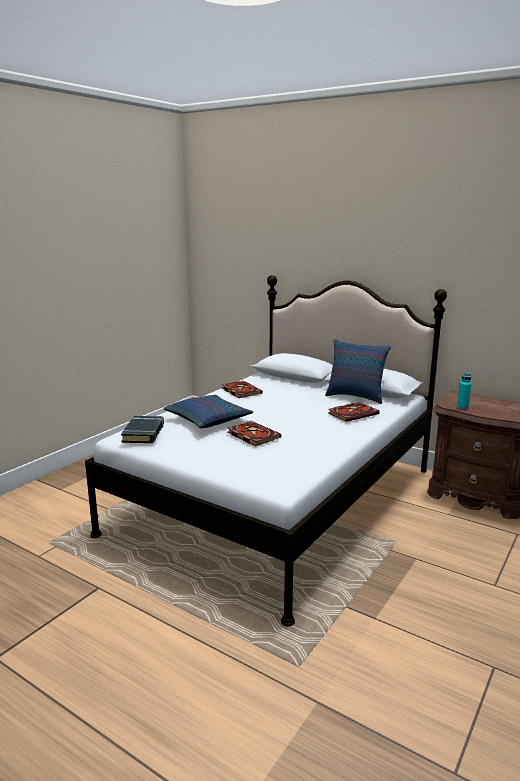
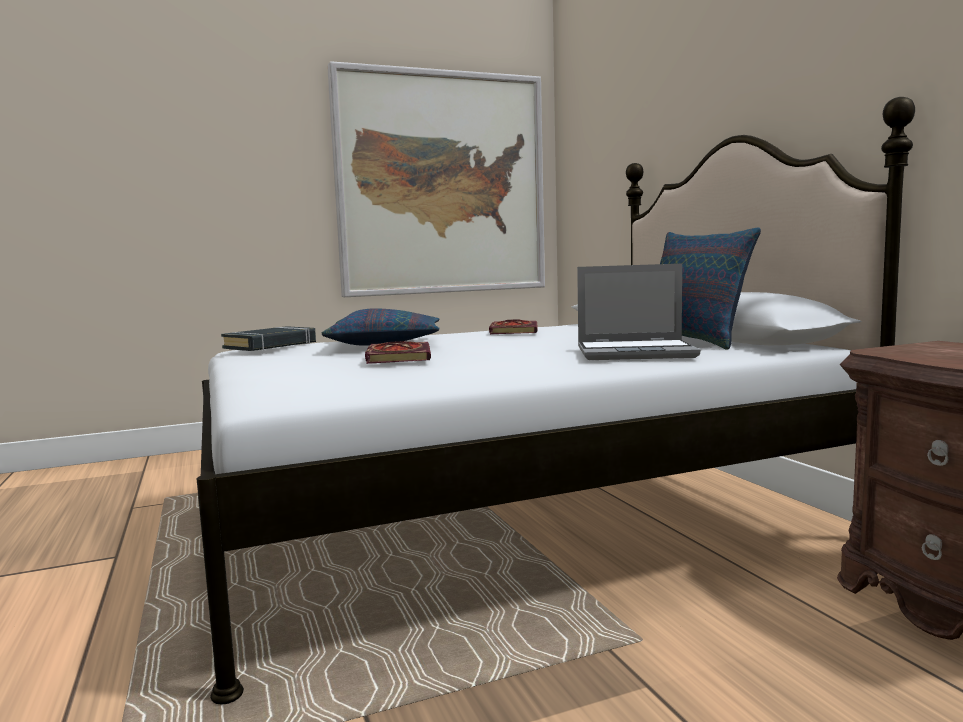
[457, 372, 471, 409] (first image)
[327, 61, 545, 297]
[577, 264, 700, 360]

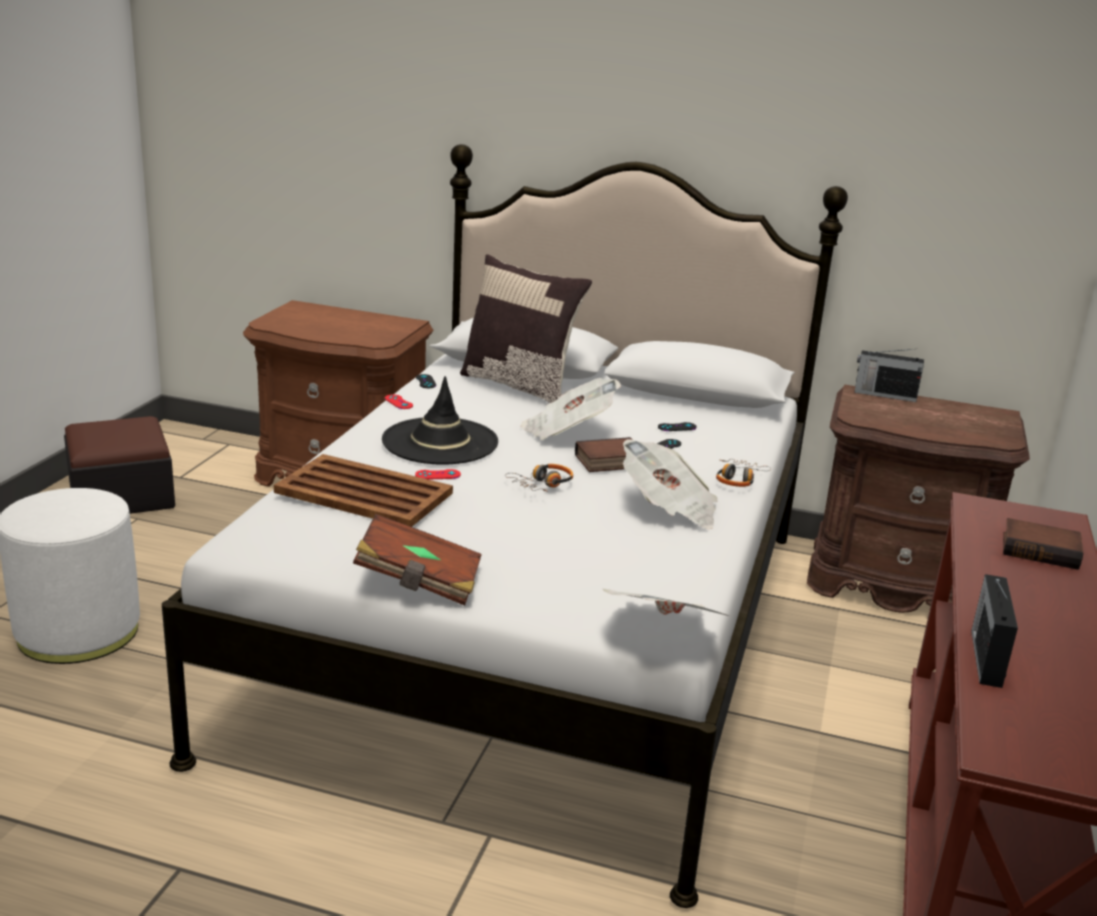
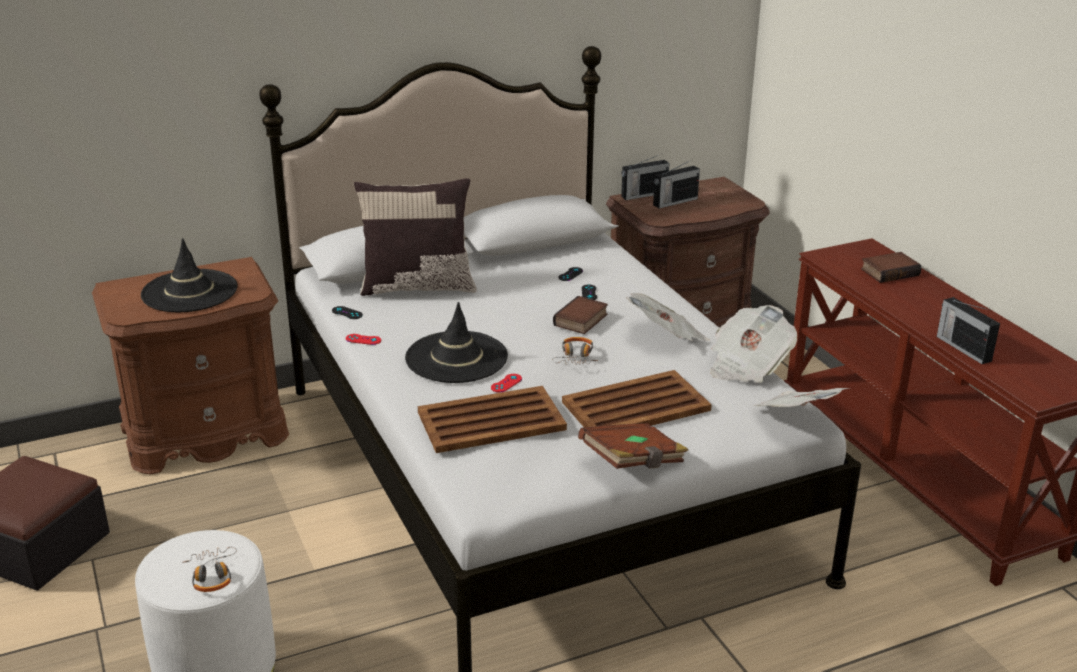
[141, 238, 238, 312]
[562, 370, 712, 427]
[653, 160, 700, 209]
[710, 305, 797, 383]
[182, 547, 237, 592]

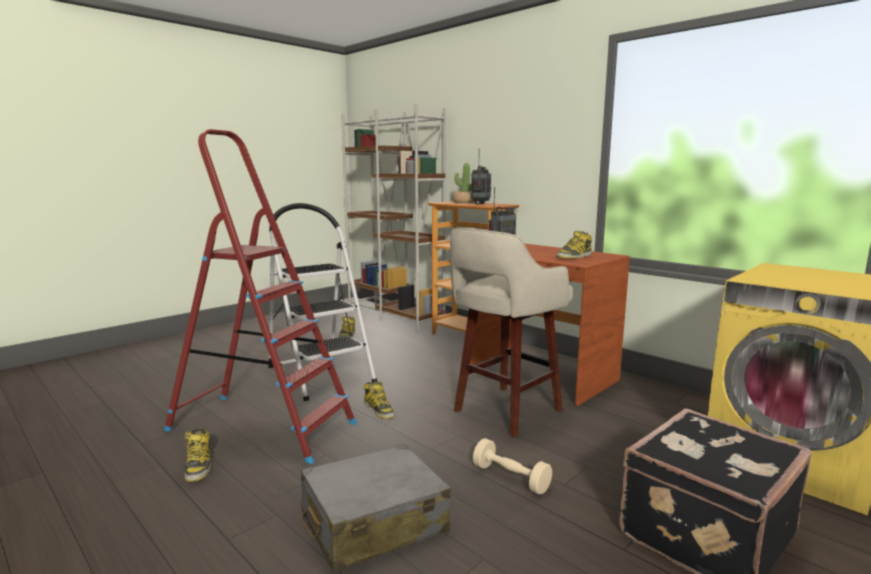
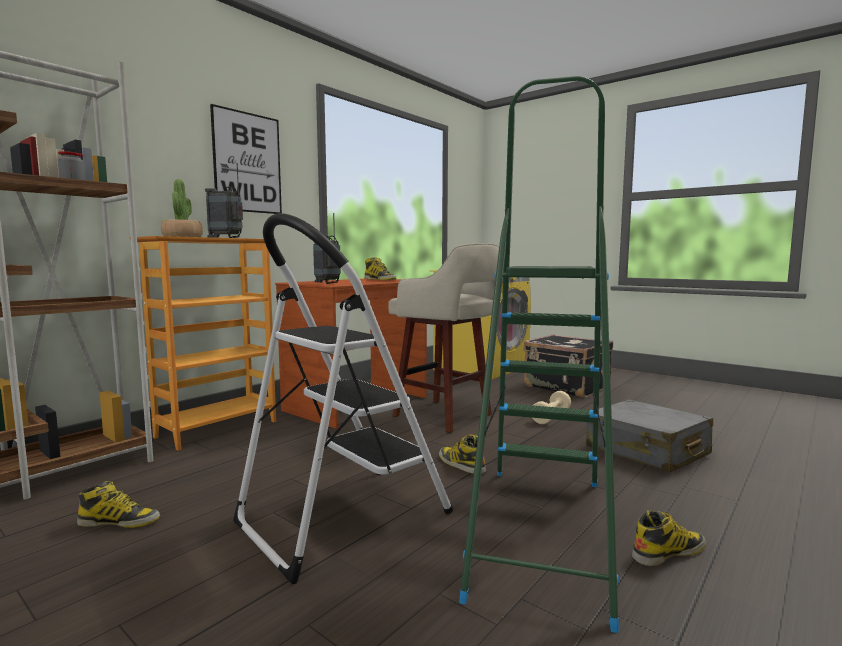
[210, 104, 282, 214]
[459, 76, 619, 633]
[439, 435, 486, 474]

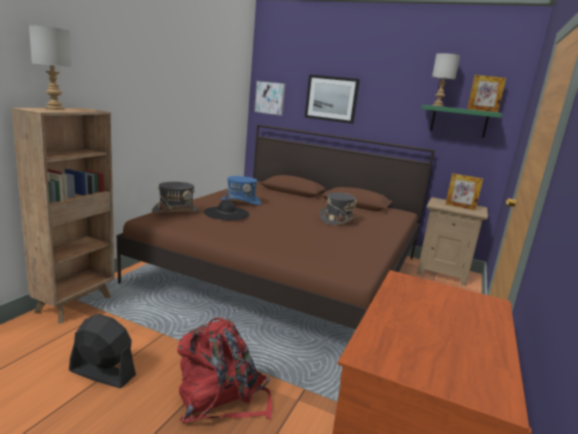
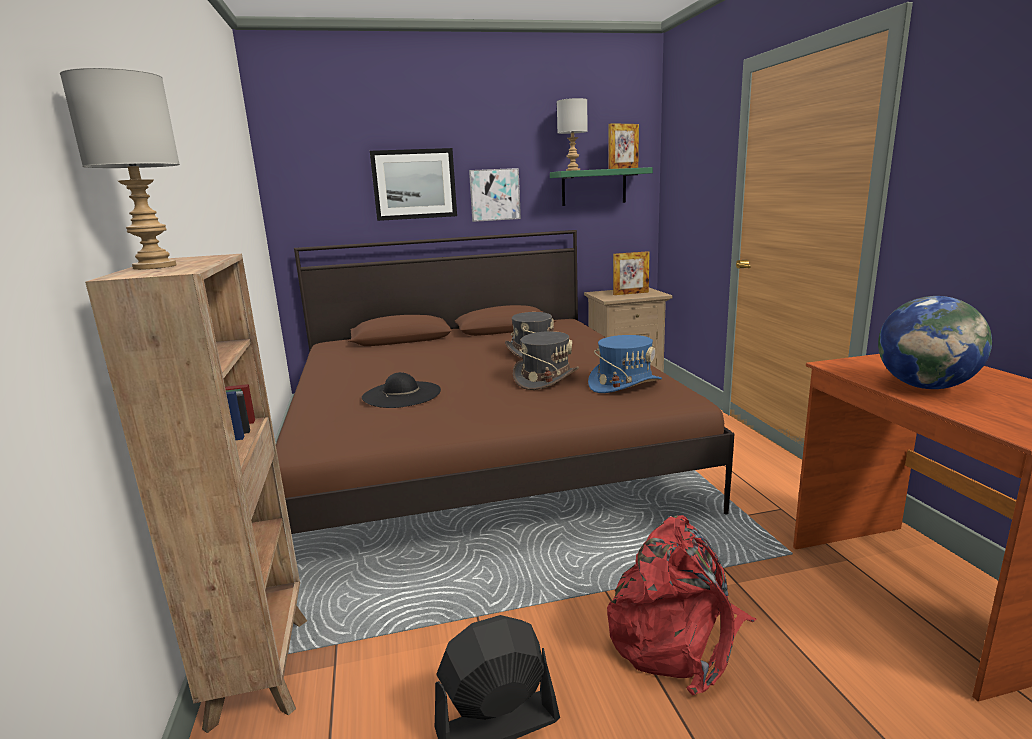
[878, 296, 992, 389]
[513, 331, 579, 390]
[588, 335, 662, 393]
[469, 168, 521, 222]

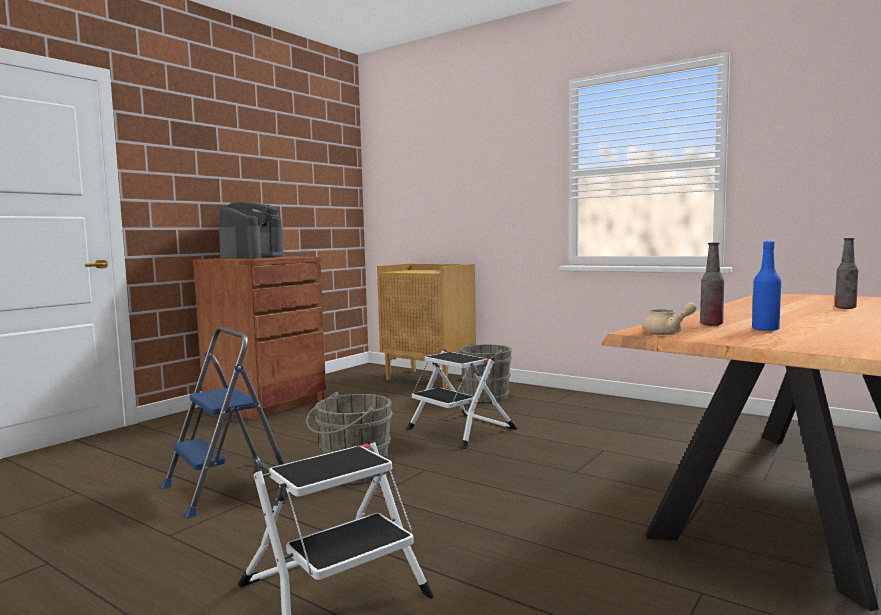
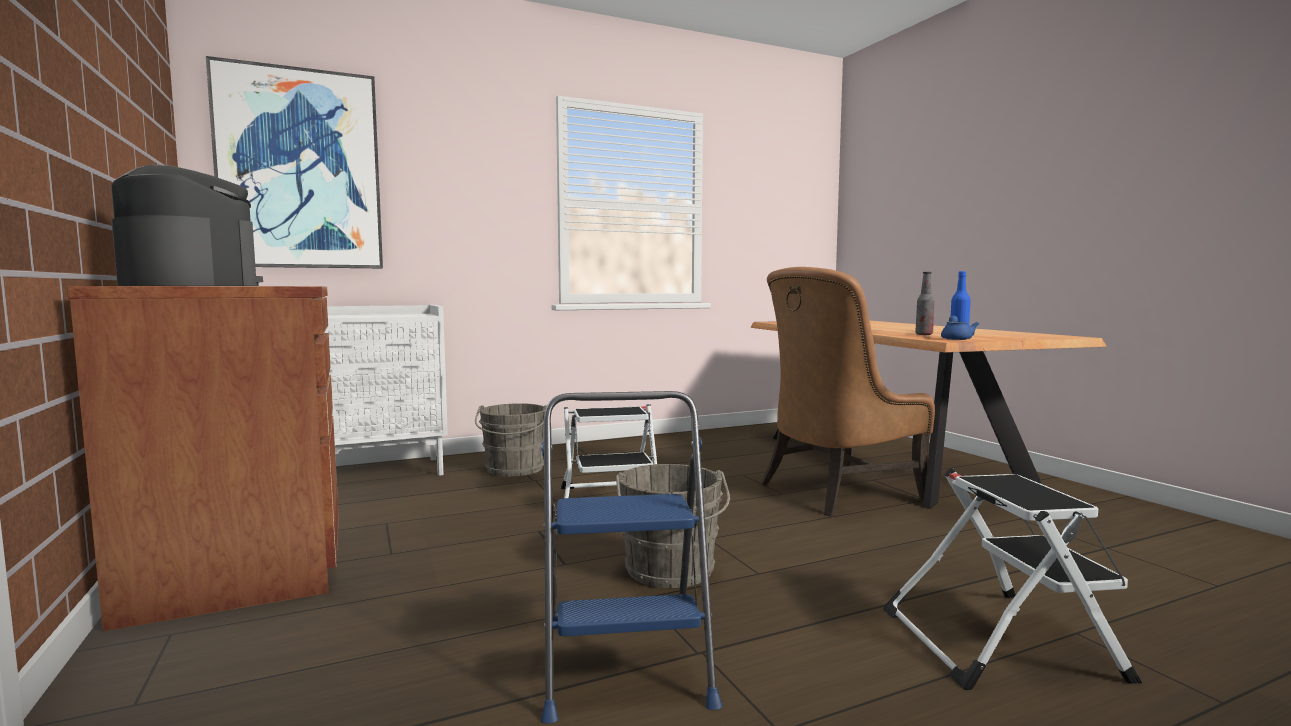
[835, 238, 858, 309] (first image)
[206, 56, 383, 268]
[761, 267, 935, 516]
[324, 305, 448, 476]
[941, 316, 979, 340]

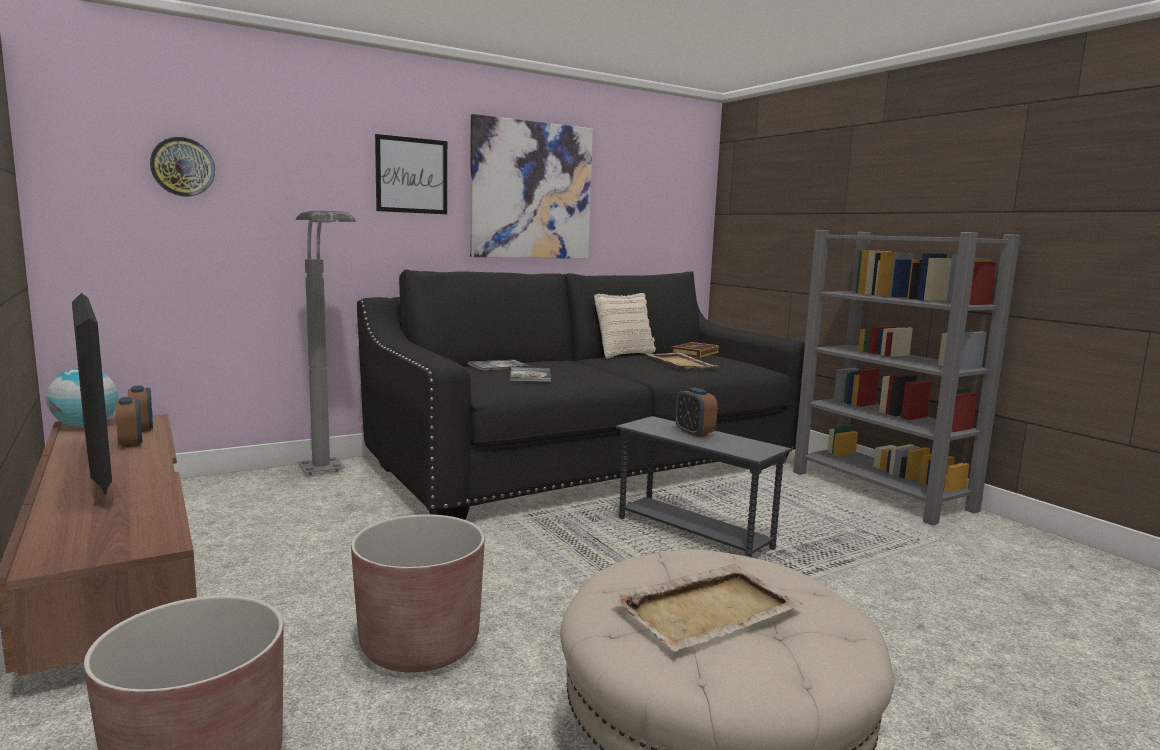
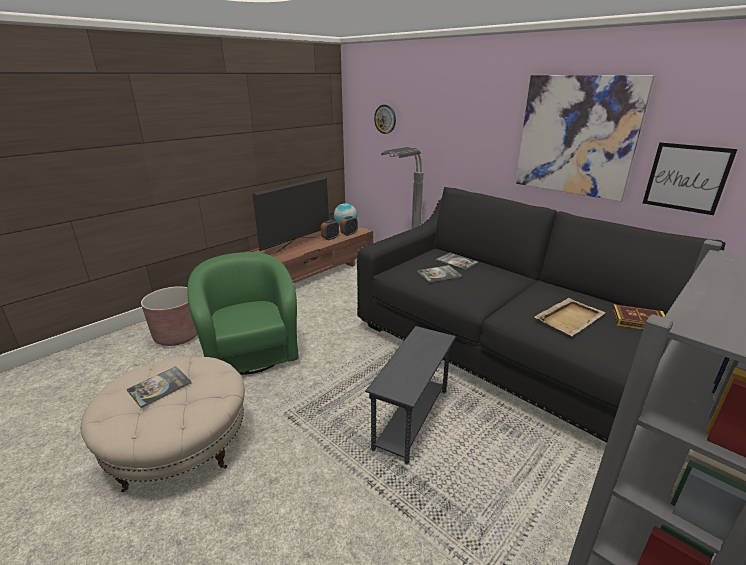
[594, 293, 656, 358] (first image)
[675, 387, 717, 437] (first image)
[643, 142, 738, 215]
[187, 252, 299, 375]
[127, 366, 191, 408]

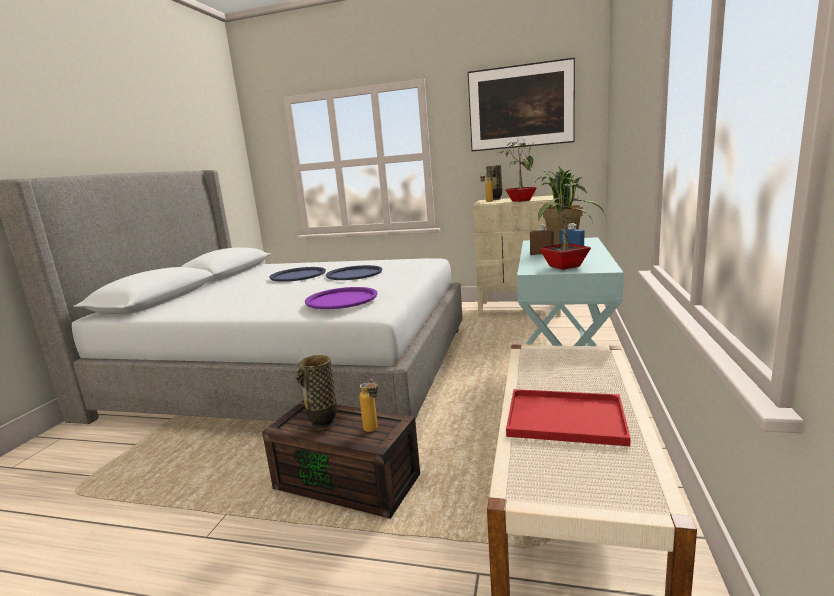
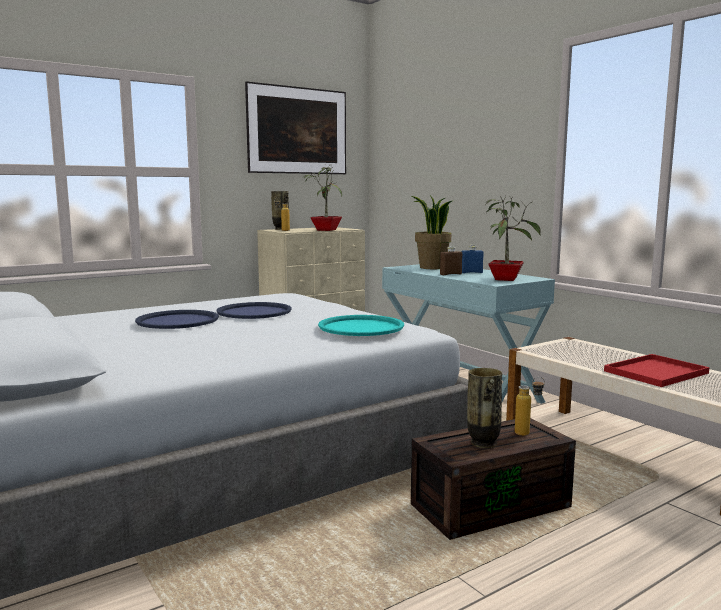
[318, 315, 404, 336]

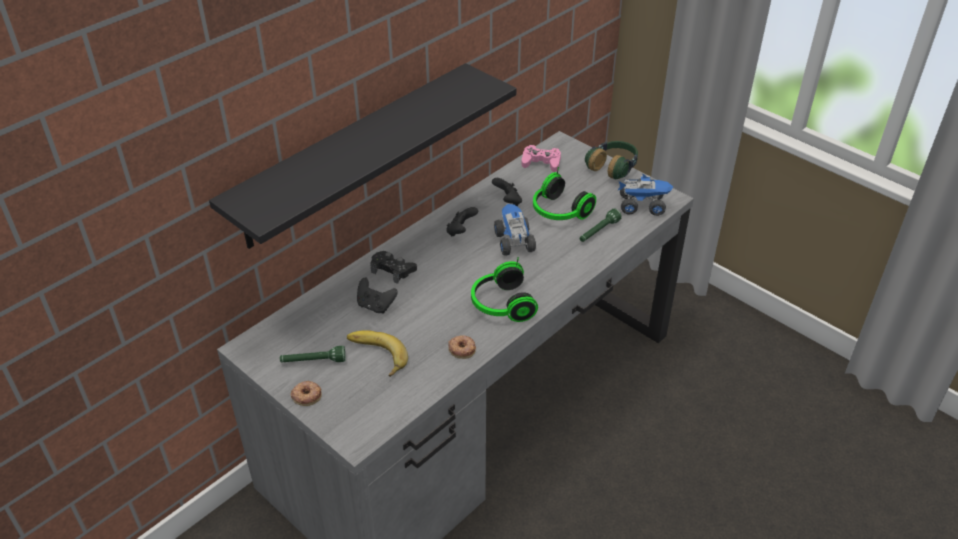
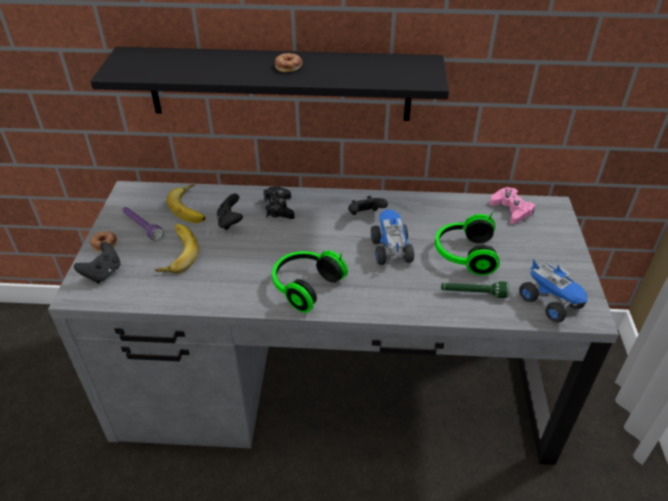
[585, 141, 638, 179] (first image)
[166, 184, 206, 223]
[275, 53, 302, 72]
[74, 242, 120, 284]
[122, 207, 164, 241]
[371, 209, 414, 265]

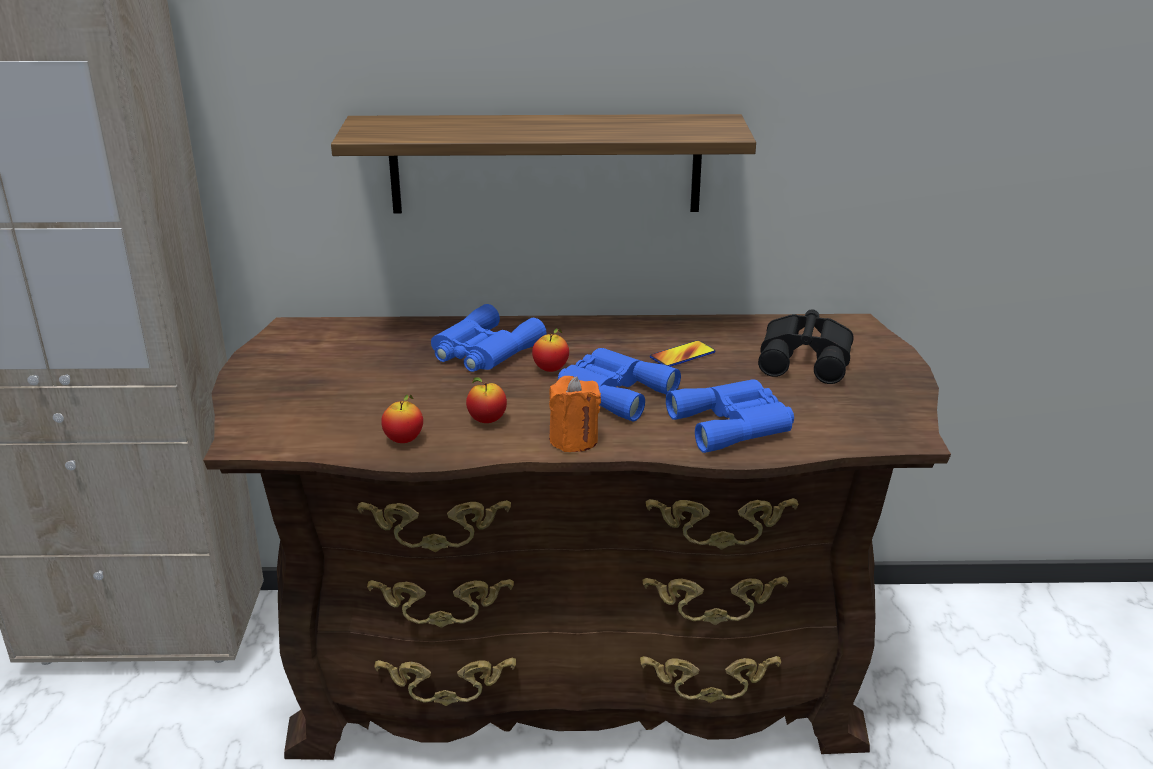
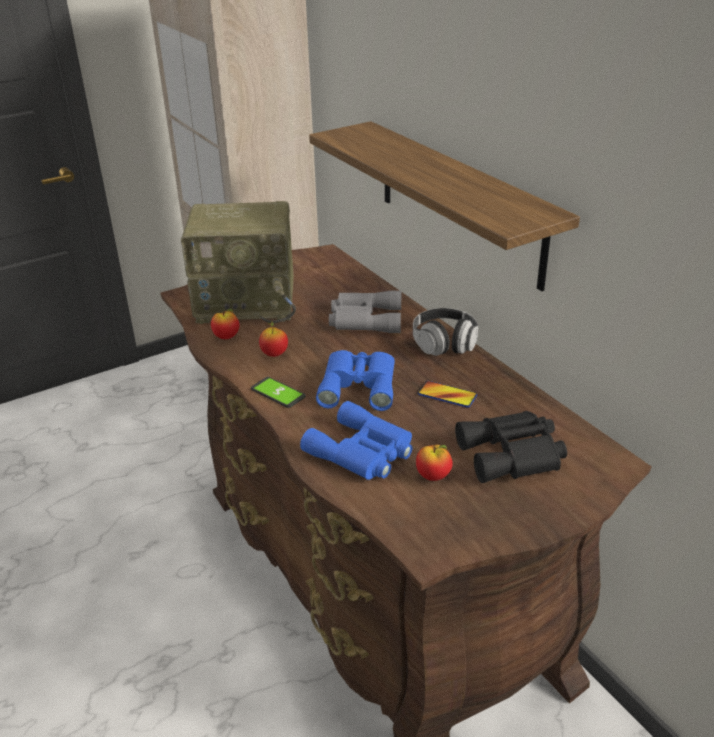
[181, 201, 296, 324]
[413, 308, 478, 356]
[416, 445, 453, 481]
[251, 377, 306, 408]
[329, 291, 401, 333]

